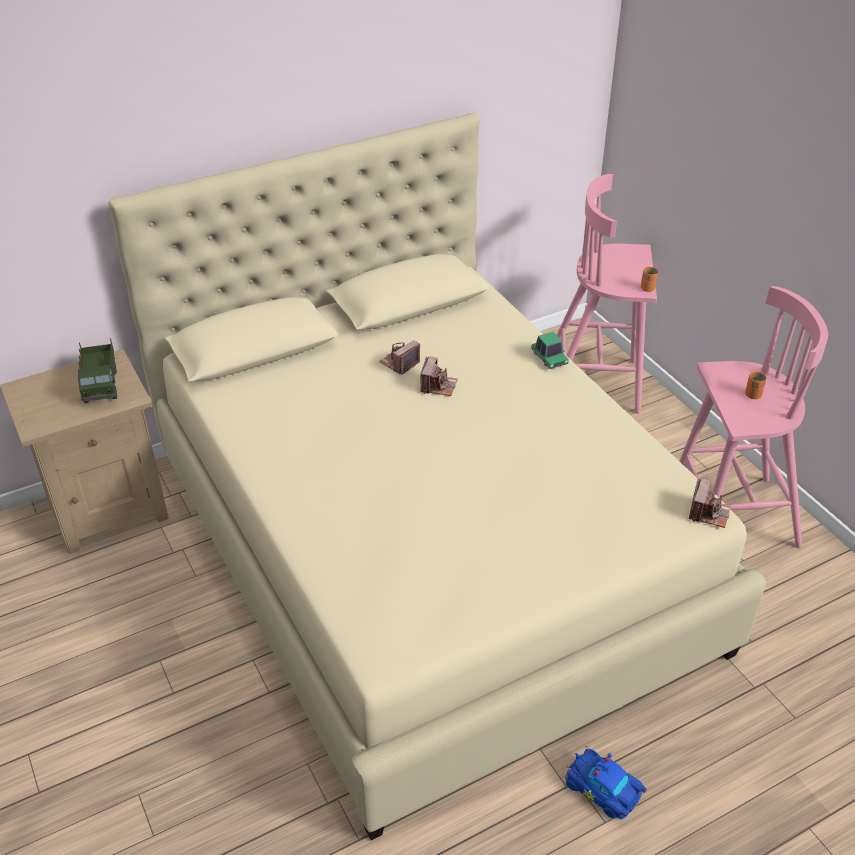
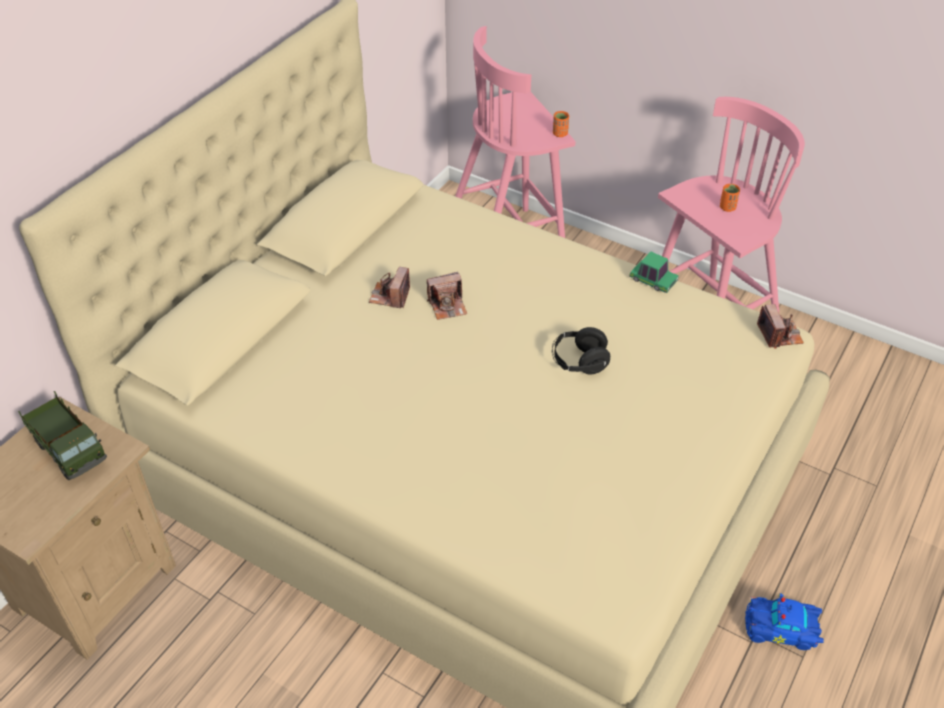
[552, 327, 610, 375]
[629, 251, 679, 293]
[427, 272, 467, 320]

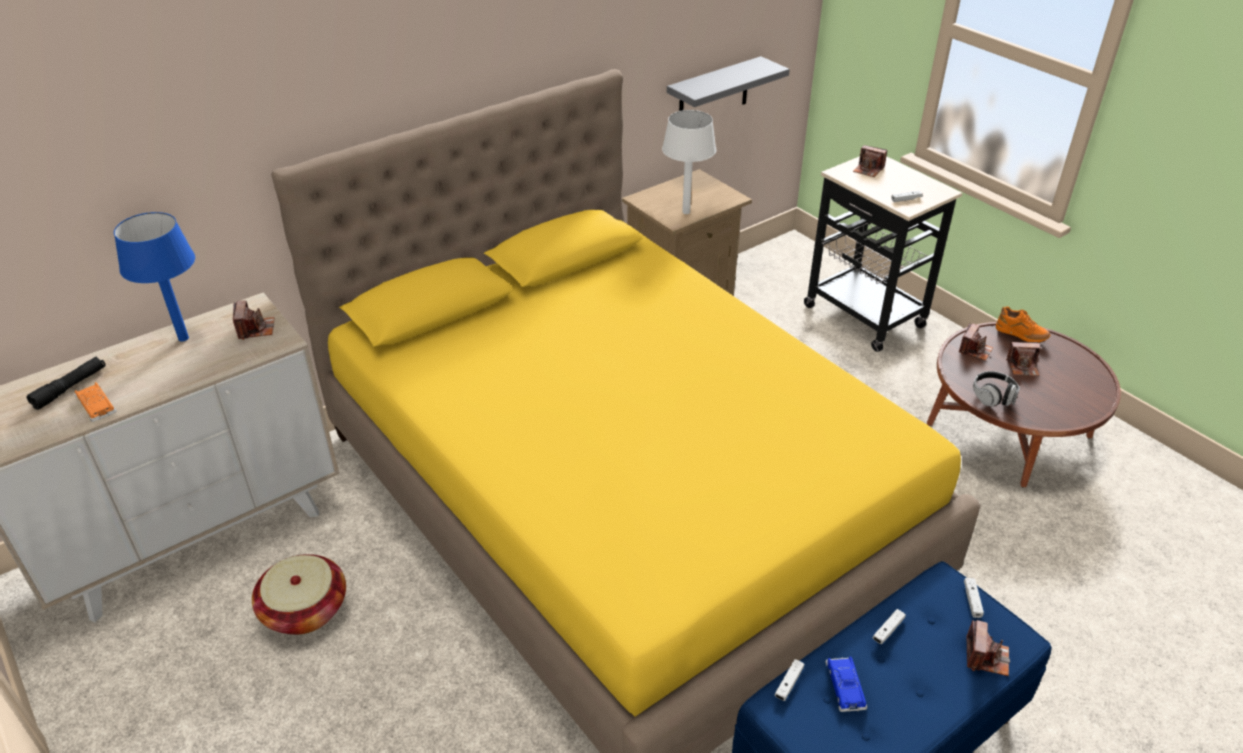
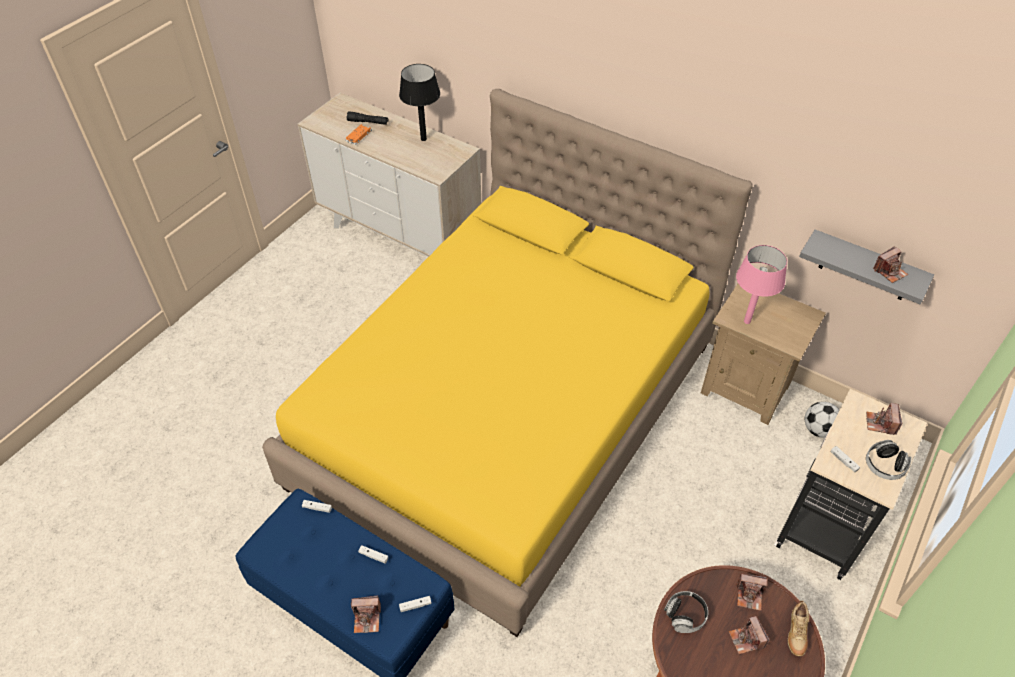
[252, 554, 346, 635] (first image)
[825, 656, 867, 712] (first image)
[805, 402, 839, 438]
[866, 440, 912, 480]
[873, 246, 908, 283]
[399, 64, 440, 141]
[736, 245, 787, 324]
[788, 601, 809, 656]

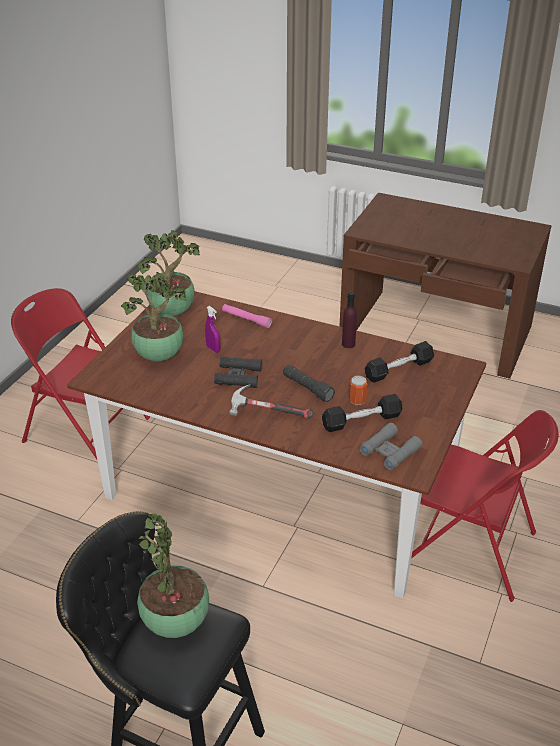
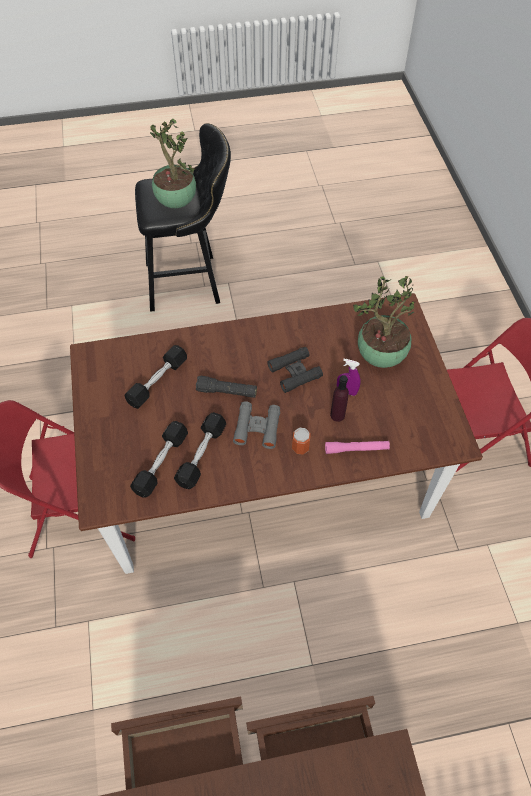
[137, 230, 200, 316] (first image)
[229, 384, 314, 419] (first image)
[174, 412, 226, 489]
[330, 375, 349, 422]
[292, 428, 311, 455]
[233, 401, 280, 449]

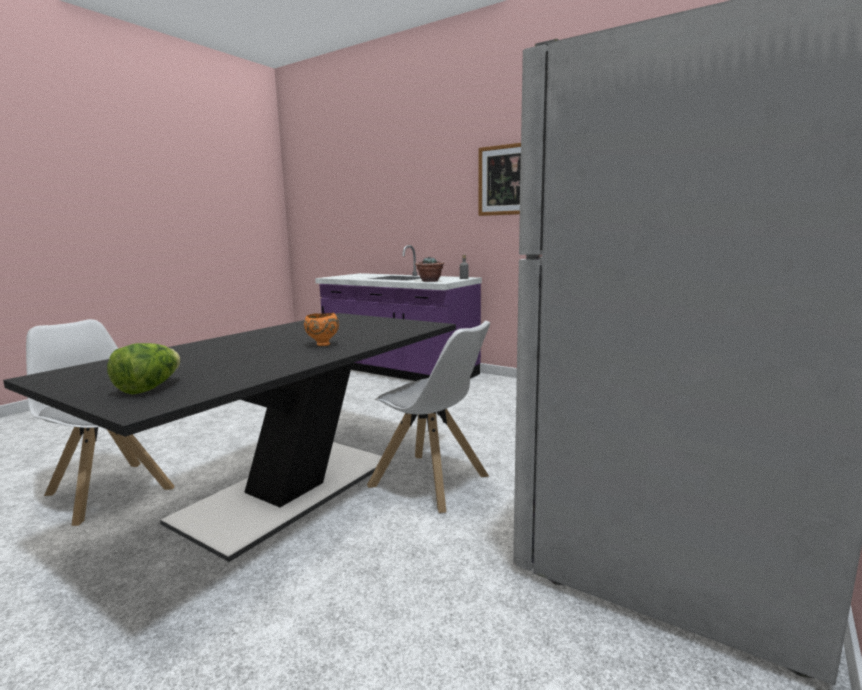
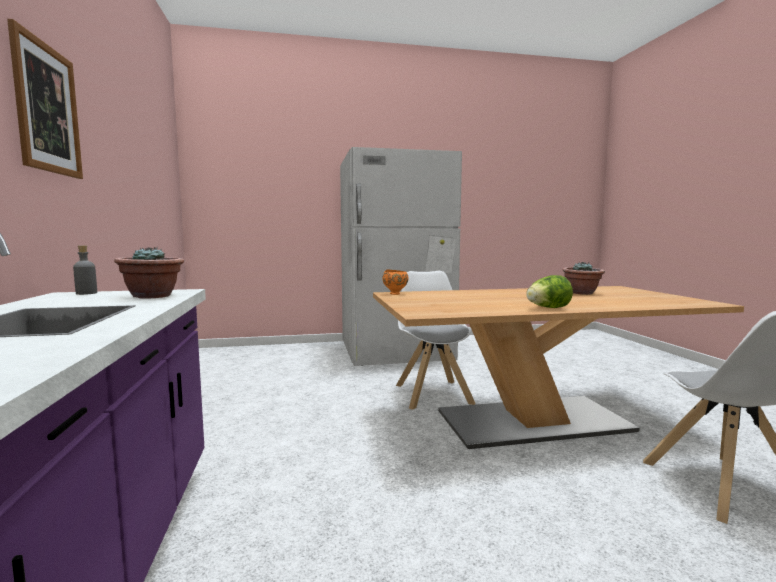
[562, 262, 605, 295]
[526, 275, 573, 308]
[382, 269, 409, 295]
[373, 286, 744, 449]

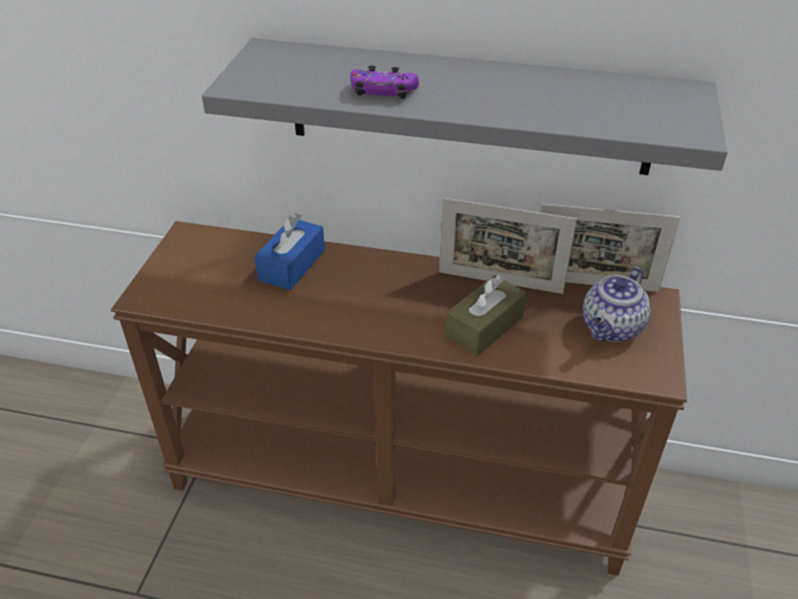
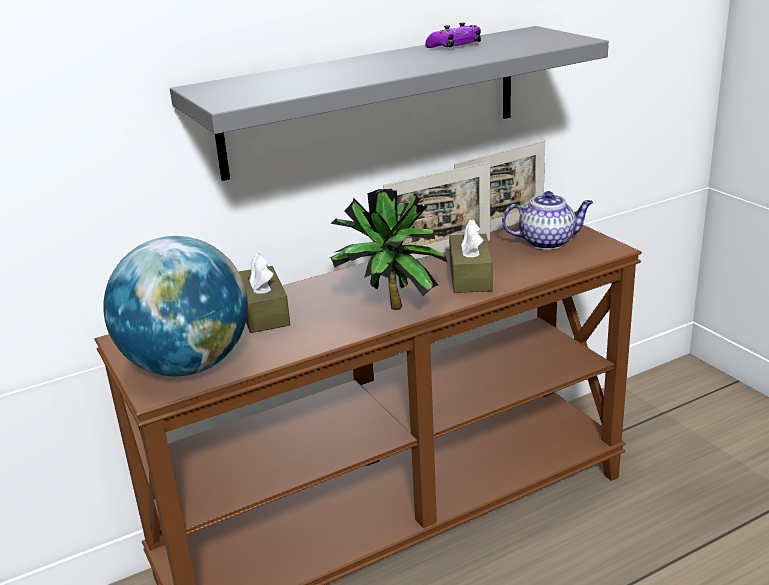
[103, 236, 248, 377]
[330, 189, 448, 310]
[425, 23, 481, 48]
[239, 254, 290, 333]
[502, 191, 593, 250]

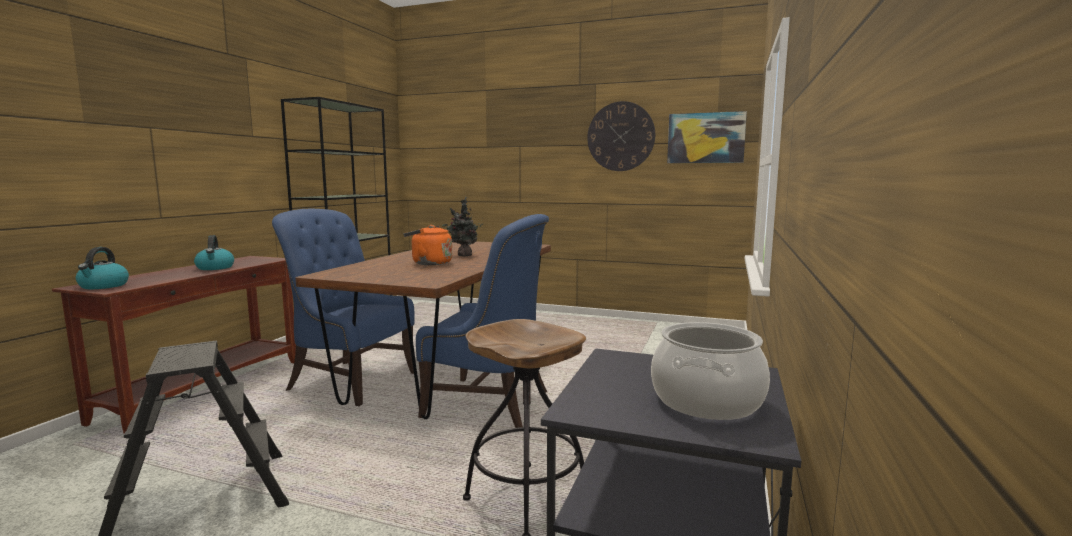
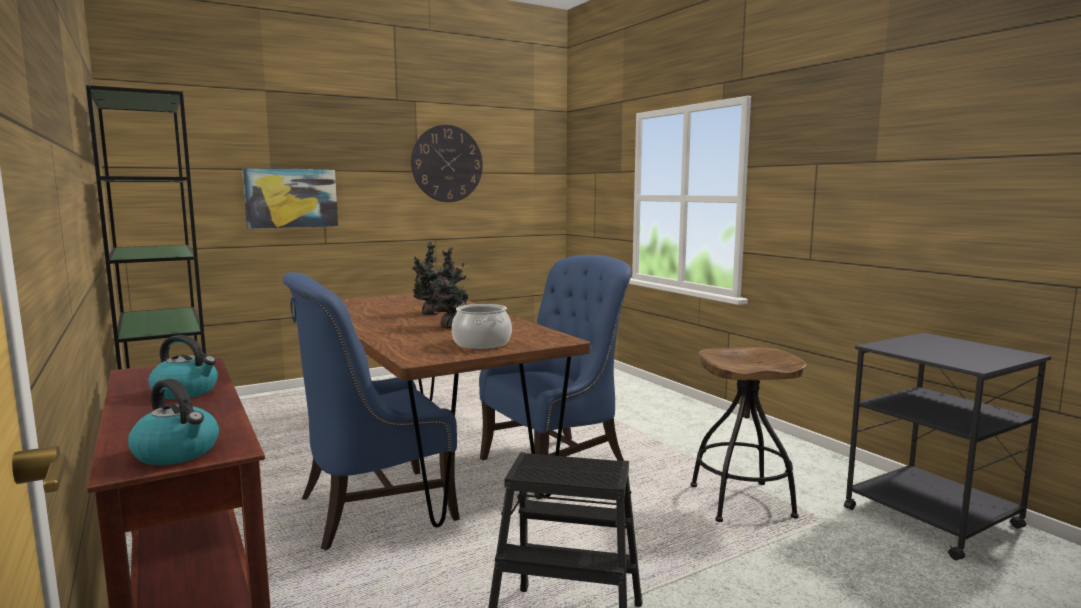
[452, 304, 512, 349]
[242, 168, 338, 229]
[427, 247, 469, 328]

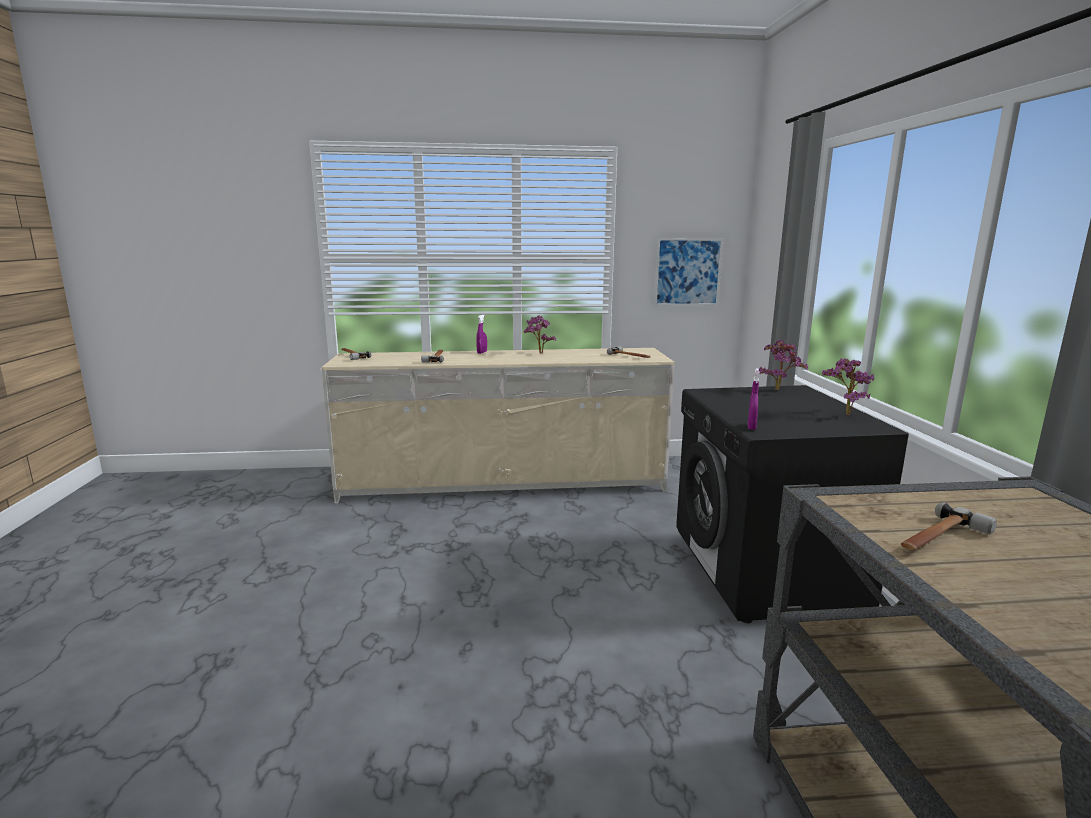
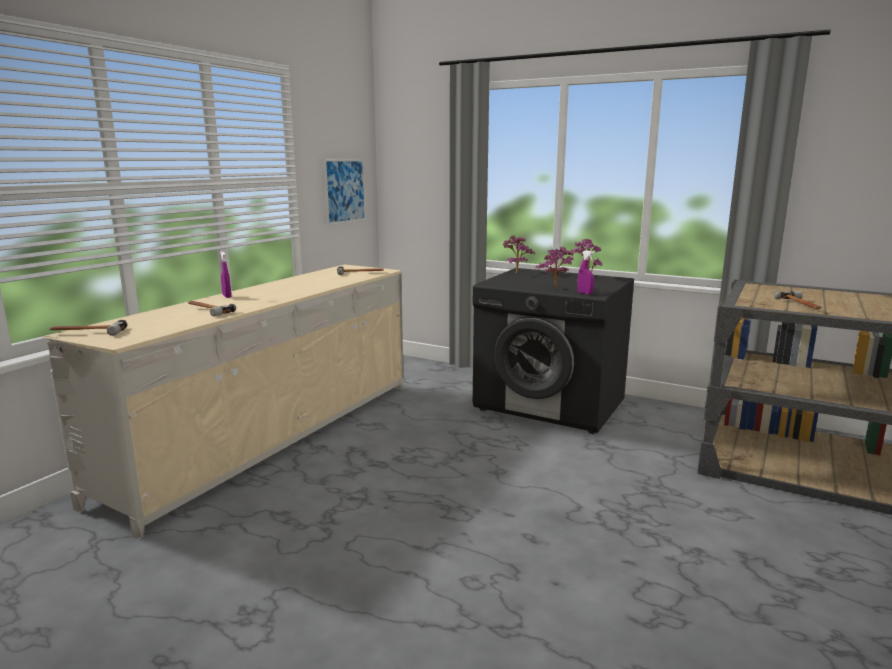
[536, 247, 574, 288]

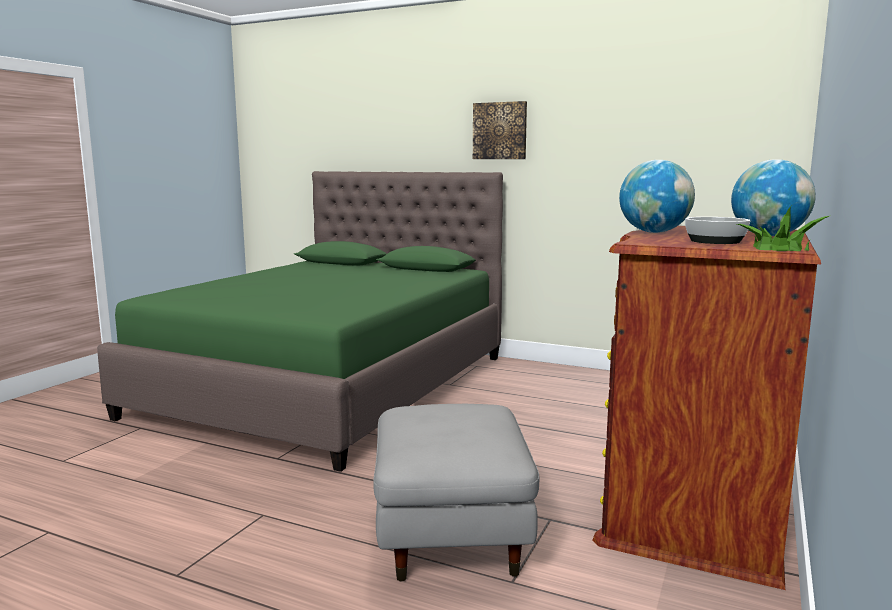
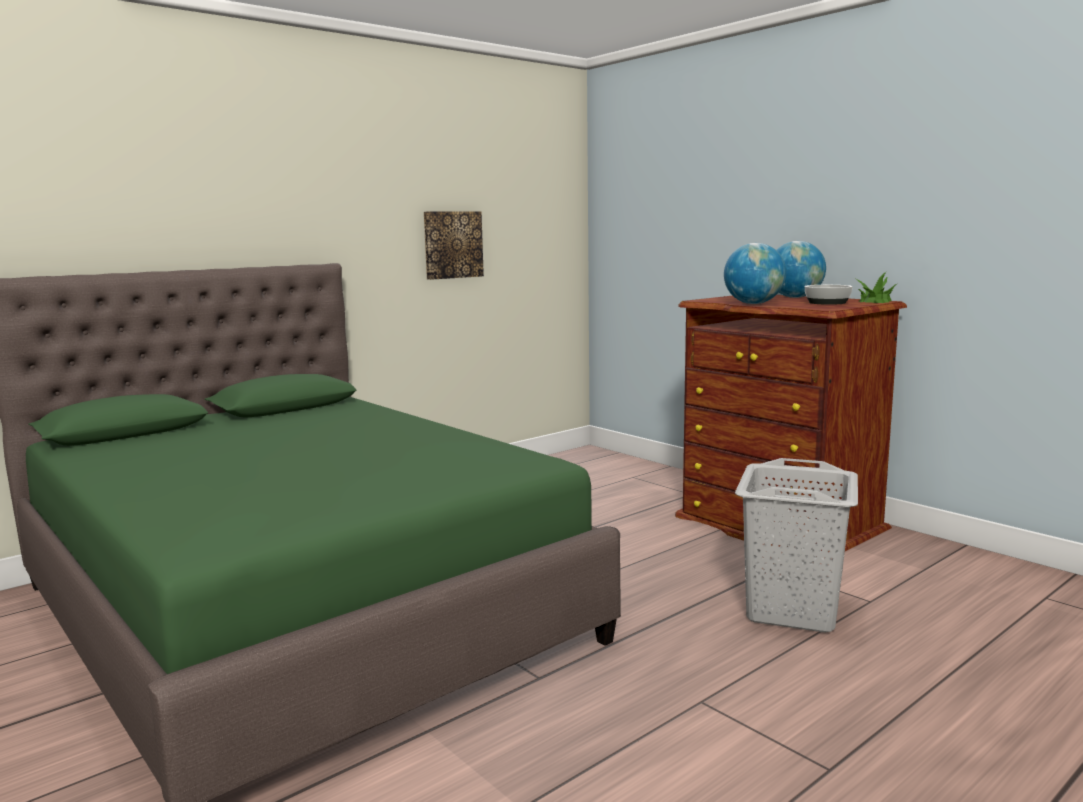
[424, 211, 484, 280]
[735, 458, 858, 632]

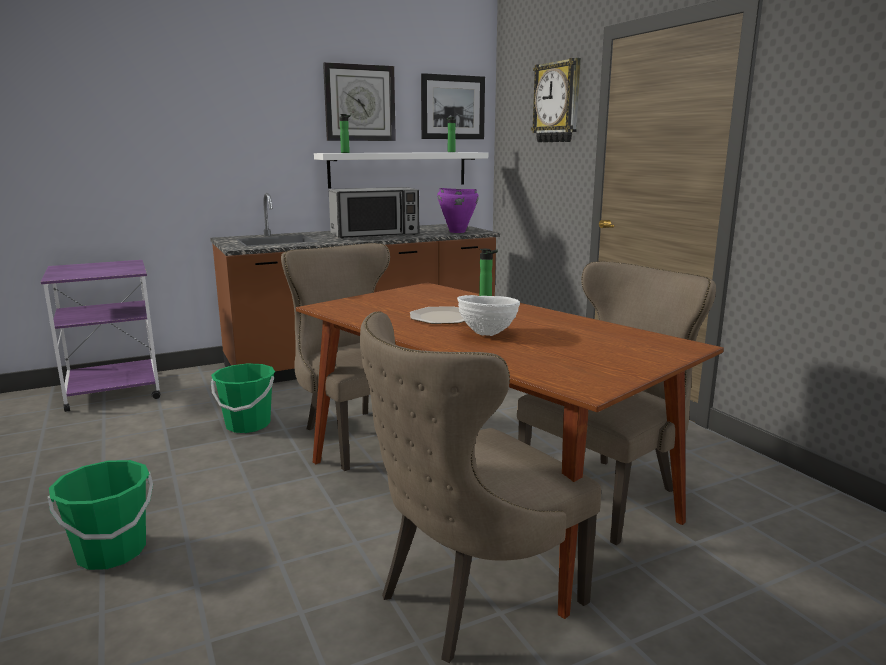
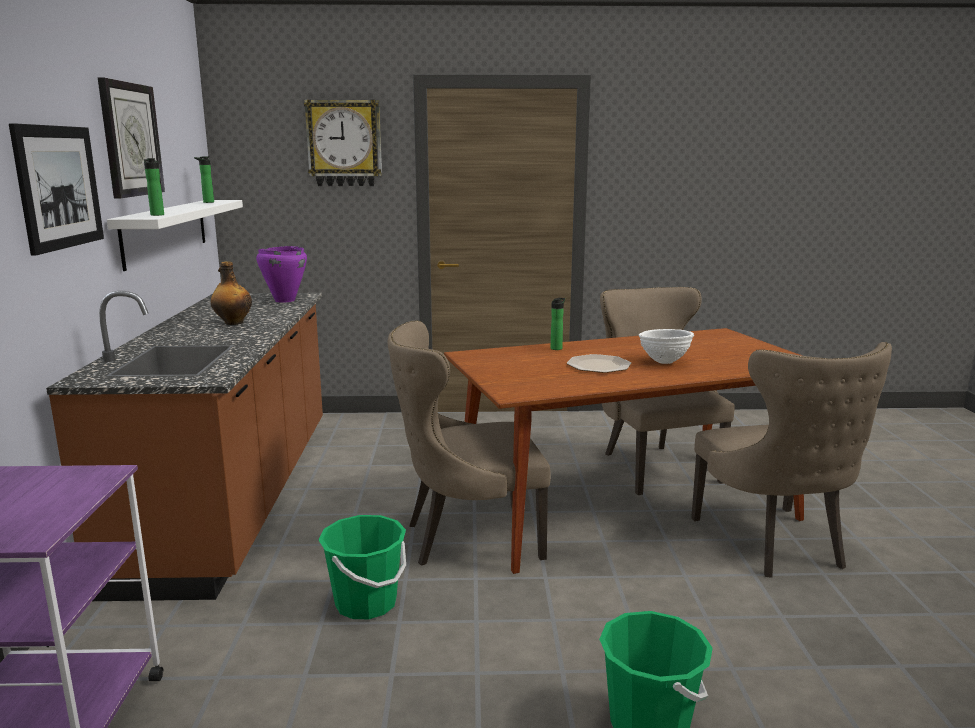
[9, 123, 104, 256]
[211, 261, 252, 325]

